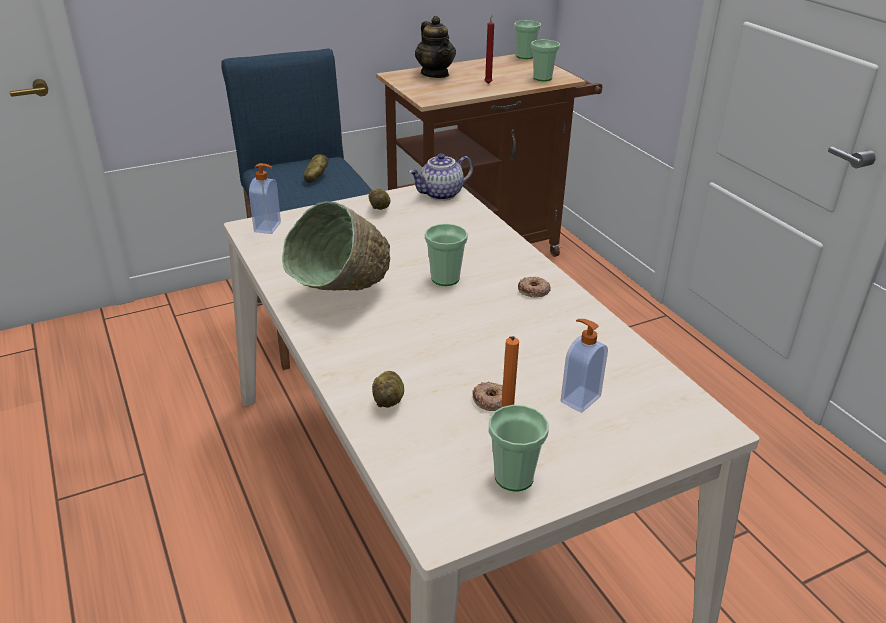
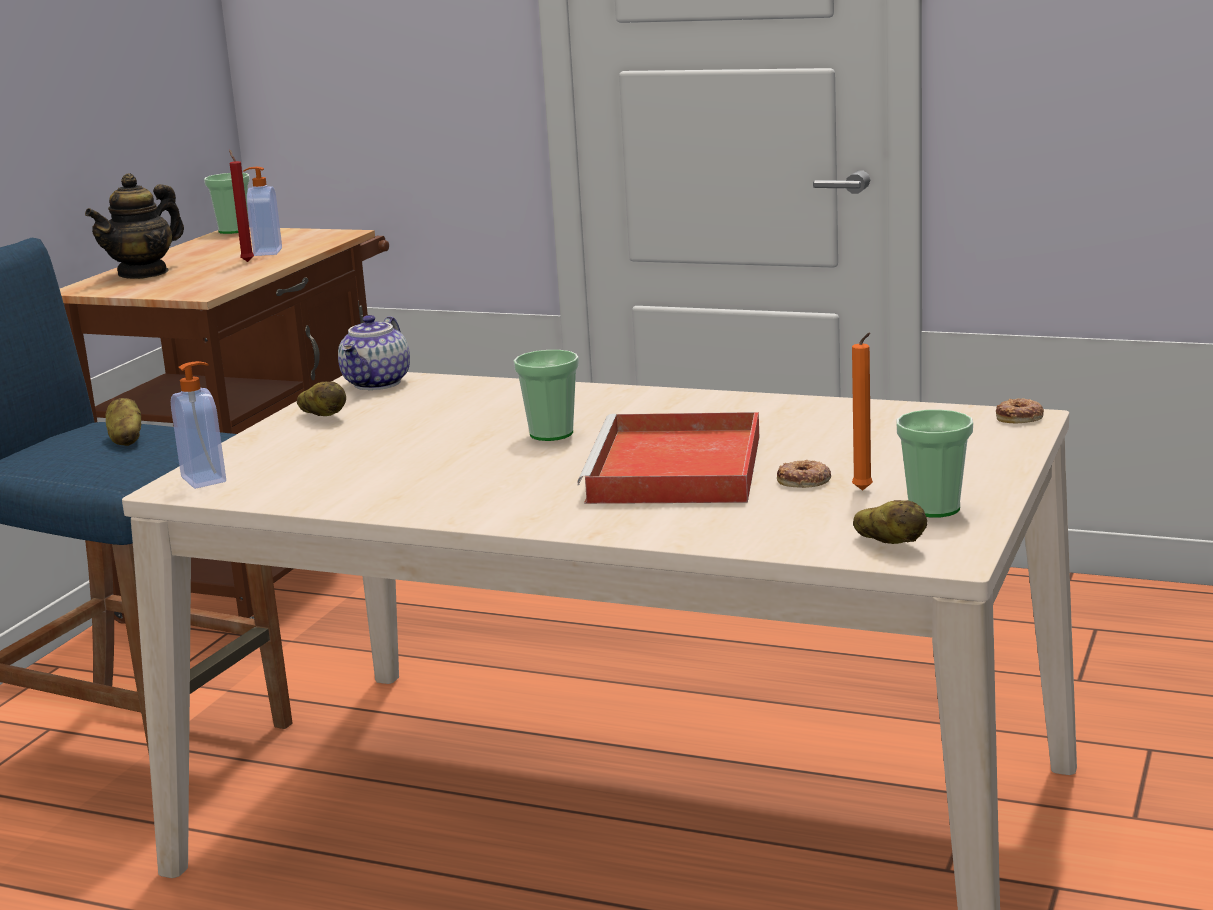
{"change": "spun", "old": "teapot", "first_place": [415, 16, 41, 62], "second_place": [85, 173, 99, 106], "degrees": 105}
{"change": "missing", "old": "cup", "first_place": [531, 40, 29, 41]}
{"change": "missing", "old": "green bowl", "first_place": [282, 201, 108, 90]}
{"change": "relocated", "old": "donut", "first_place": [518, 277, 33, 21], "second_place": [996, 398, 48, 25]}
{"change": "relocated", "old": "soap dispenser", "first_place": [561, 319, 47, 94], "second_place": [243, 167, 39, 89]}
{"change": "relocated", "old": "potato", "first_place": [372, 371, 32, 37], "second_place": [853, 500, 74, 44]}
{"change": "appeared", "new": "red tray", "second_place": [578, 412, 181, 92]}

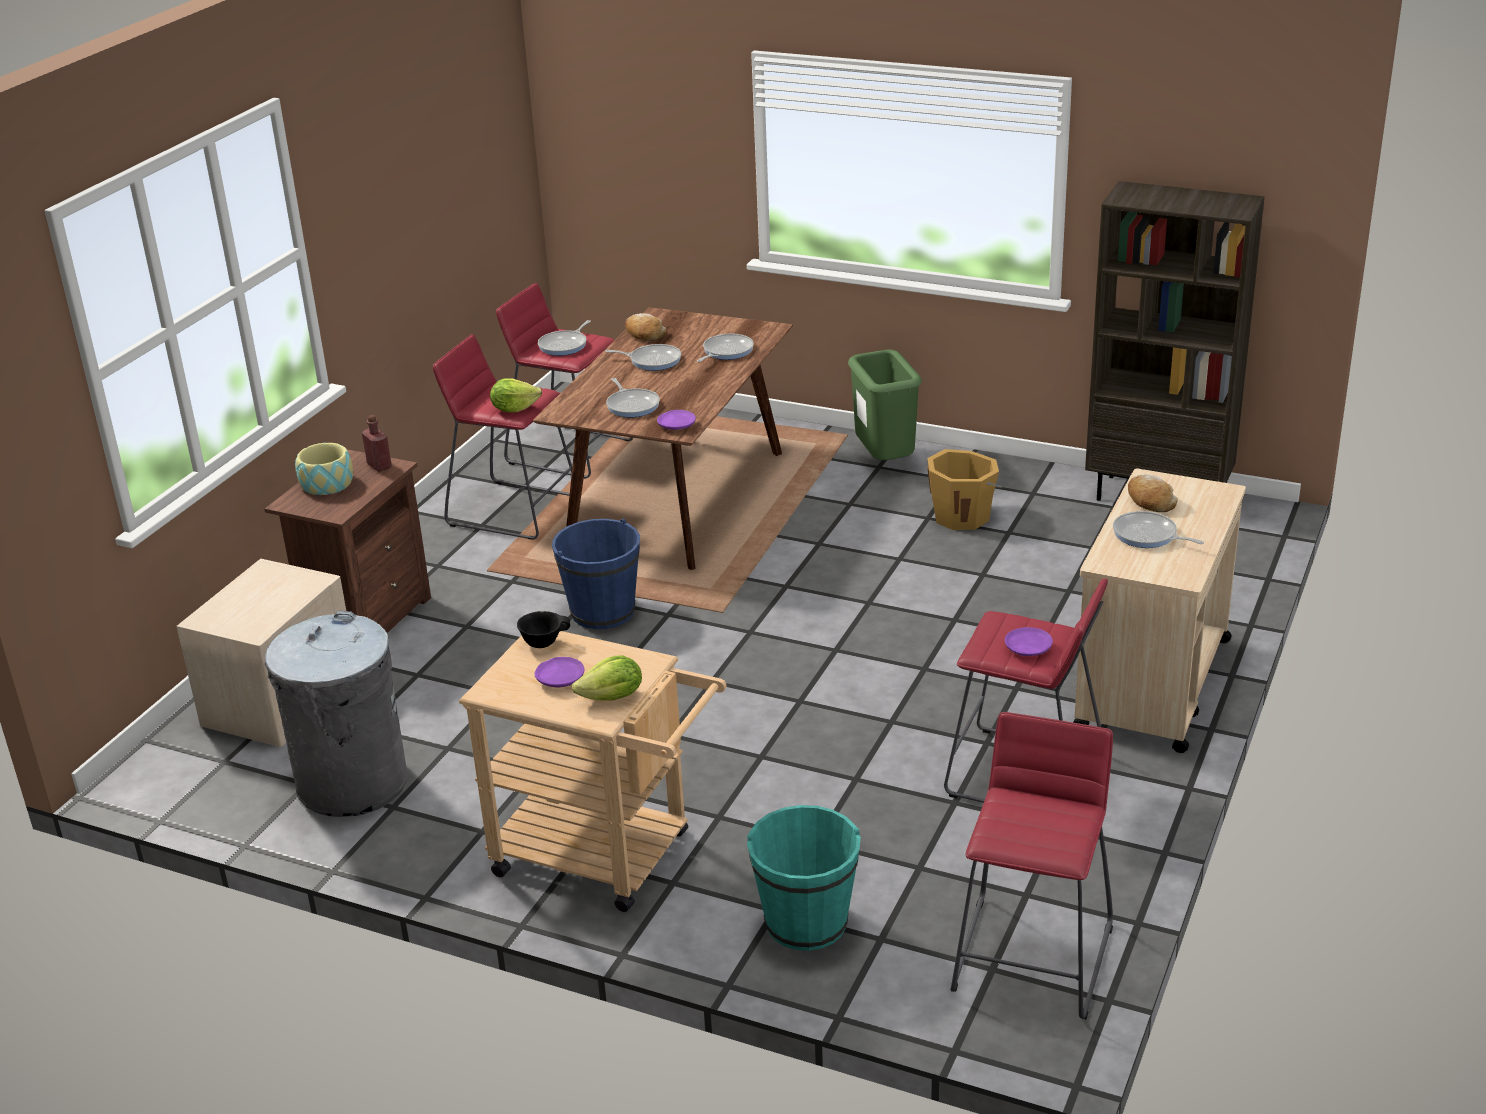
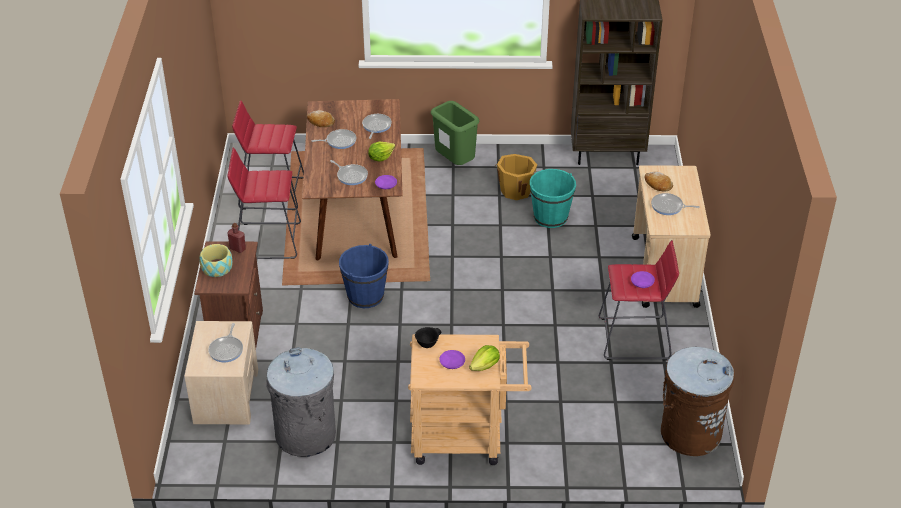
{"change": "relocated", "old": "frying pan", "first_place": [538, 320, 53, 36], "second_place": [208, 323, 35, 39]}
{"change": "relocated", "old": "lettuce", "first_place": [490, 378, 52, 34], "second_place": [368, 142, 27, 20]}
{"change": "exchanged", "old": "red stool", "new": "brown trash can", "first_place": [951, 712, 162, 308], "second_place": [661, 347, 74, 109]}
{"change": "relocated", "old": "turquoise bucket", "first_place": [747, 805, 114, 146], "second_place": [530, 169, 46, 59]}

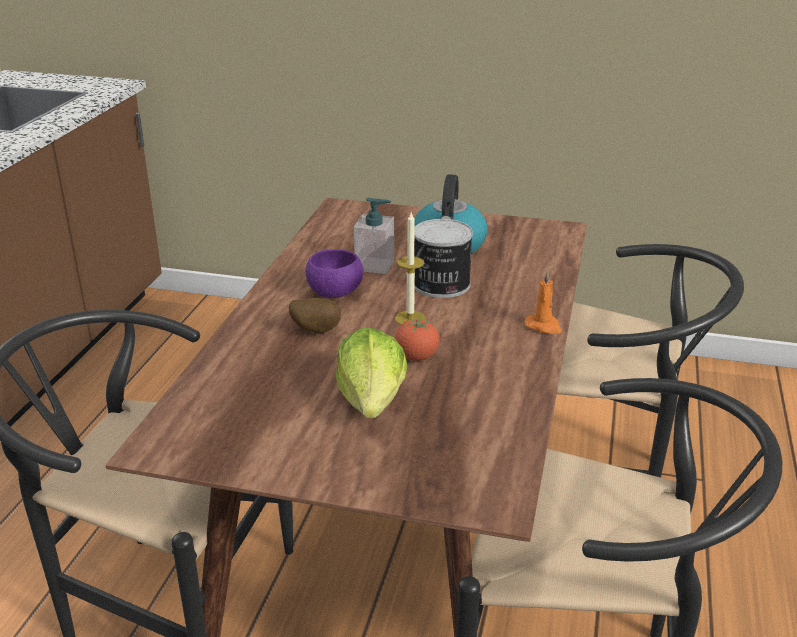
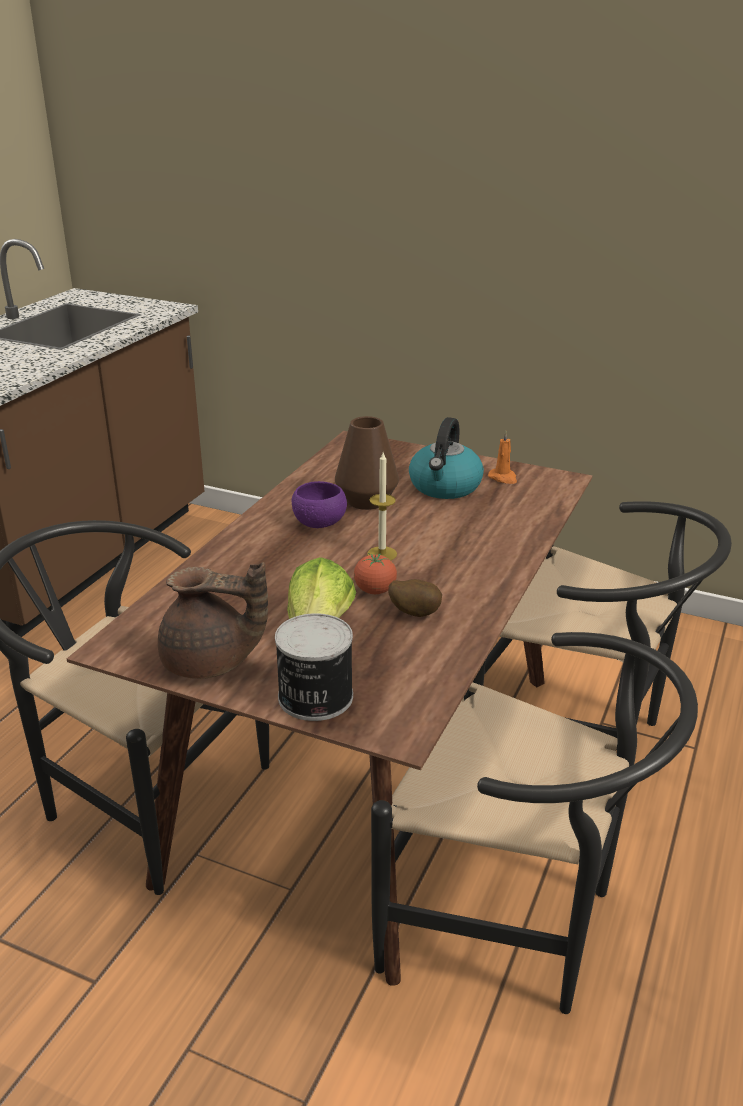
{"change": "exchanged", "old": "soap dispenser", "new": "brown vase", "first_place": [354, 198, 40, 76], "second_place": [335, 416, 64, 94]}
{"change": "relocated", "old": "can", "first_place": [414, 219, 59, 79], "second_place": [275, 613, 78, 108]}
{"change": "relocated", "old": "orange candle", "first_place": [525, 270, 37, 64], "second_place": [488, 430, 29, 54]}
{"change": "relocated", "old": "potato", "first_place": [289, 298, 52, 35], "second_place": [389, 579, 53, 38]}
{"change": "appeared", "new": "brown teapot", "second_place": [158, 562, 110, 117]}

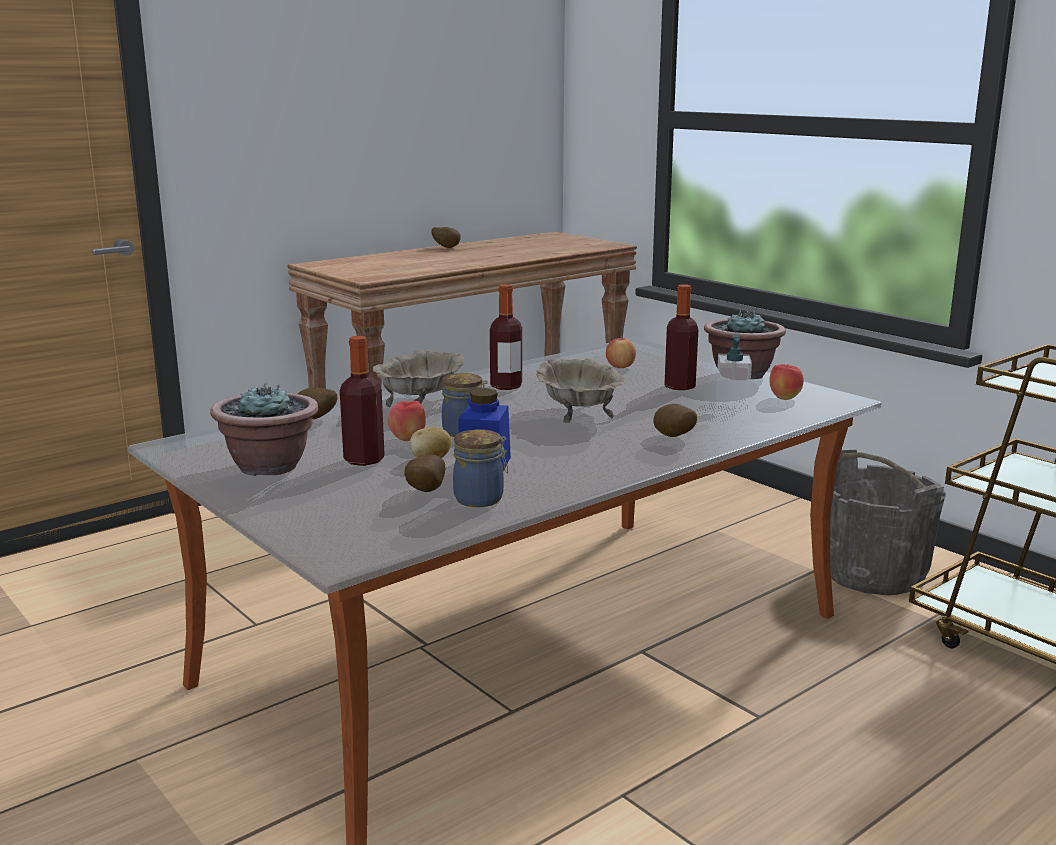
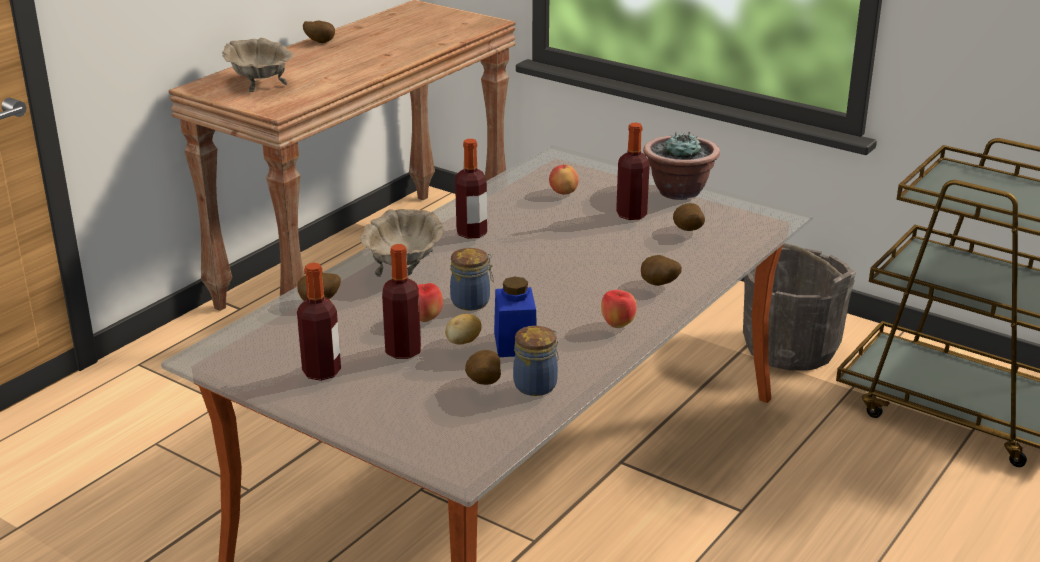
{"change": "exchanged", "old": "soap dispenser", "new": "potato", "first_place": [716, 334, 36, 73], "second_place": [673, 203, 32, 28]}
{"change": "relocated", "old": "beige bowl", "first_place": [536, 358, 90, 65], "second_place": [222, 38, 72, 54]}
{"change": "relocated", "old": "apple", "first_place": [769, 364, 35, 36], "second_place": [601, 290, 36, 38]}
{"change": "exchanged", "old": "potted plant", "new": "bottle", "first_place": [210, 383, 108, 93], "second_place": [297, 263, 44, 118]}

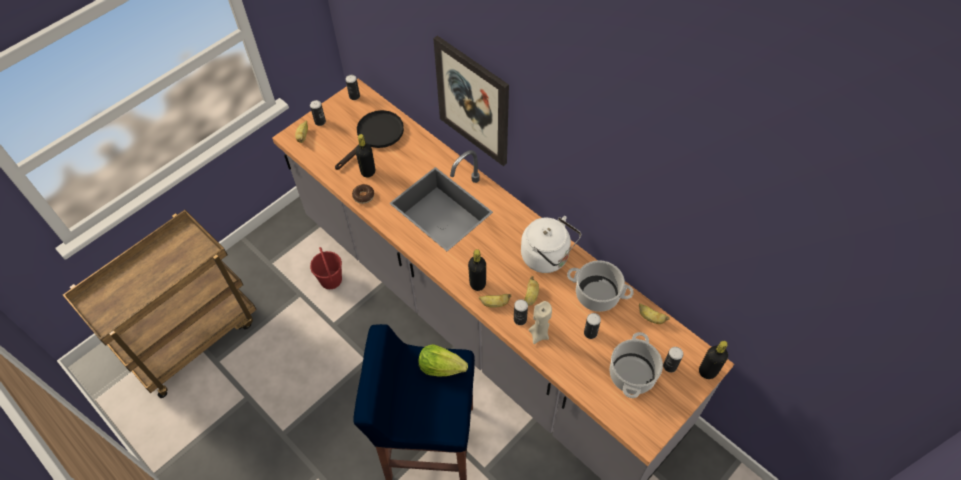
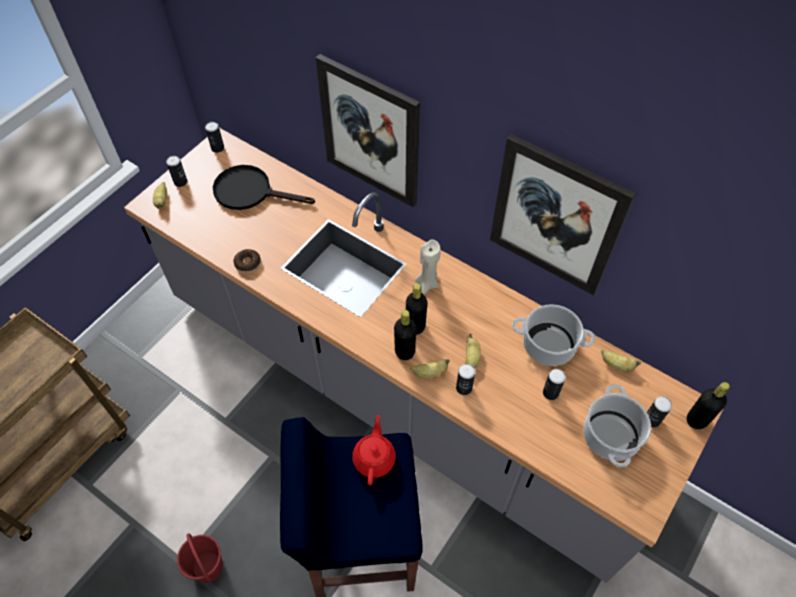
{"change": "spun", "old": "black frying pan", "first_place": [335, 110, 69, 60], "second_place": [213, 165, 102, 45], "degrees": -105}
{"change": "relocated", "old": "black bottle", "first_place": [355, 134, 20, 44], "second_place": [406, 283, 21, 52]}
{"change": "missing", "old": "white kettle", "first_place": [521, 216, 60, 57]}
{"change": "relocated", "old": "red bucket", "first_place": [310, 247, 32, 42], "second_place": [177, 533, 46, 50]}
{"change": "relocated", "old": "beige candle", "first_place": [529, 301, 23, 43], "second_place": [415, 239, 26, 55]}
{"change": "exchanged", "old": "lettuce", "new": "red teapot", "first_place": [418, 344, 50, 32], "second_place": [352, 415, 44, 70]}
{"change": "appeared", "new": "picture", "second_place": [490, 134, 146, 161]}

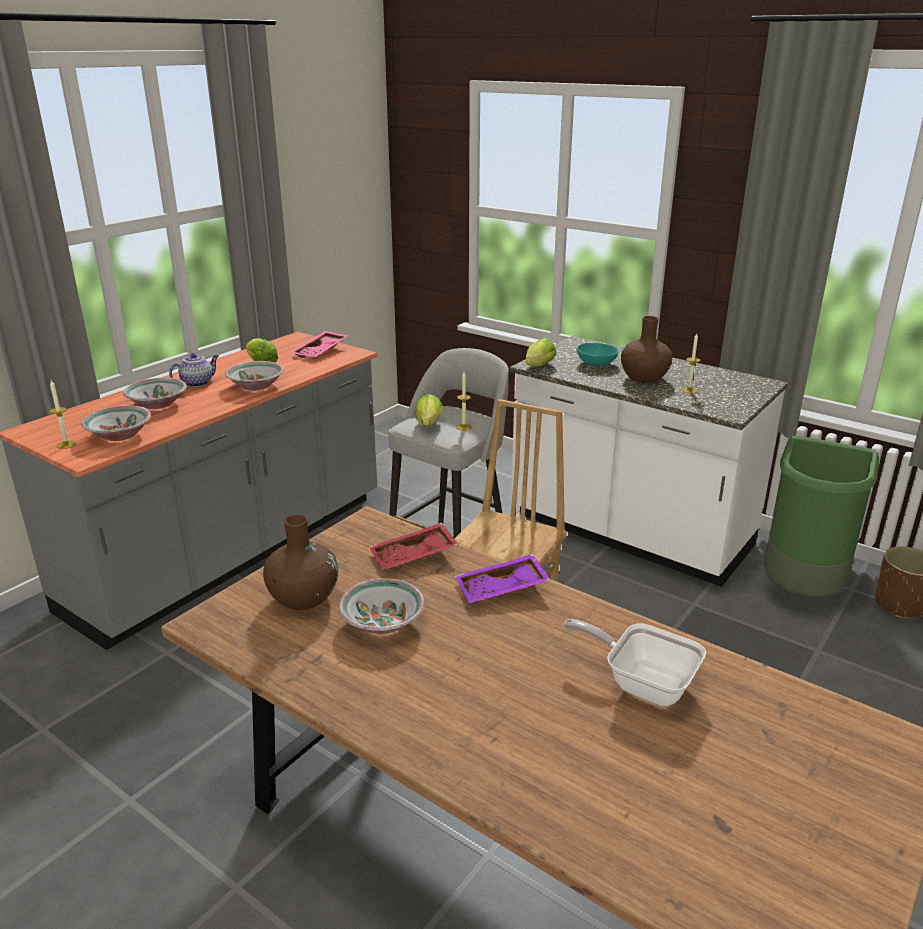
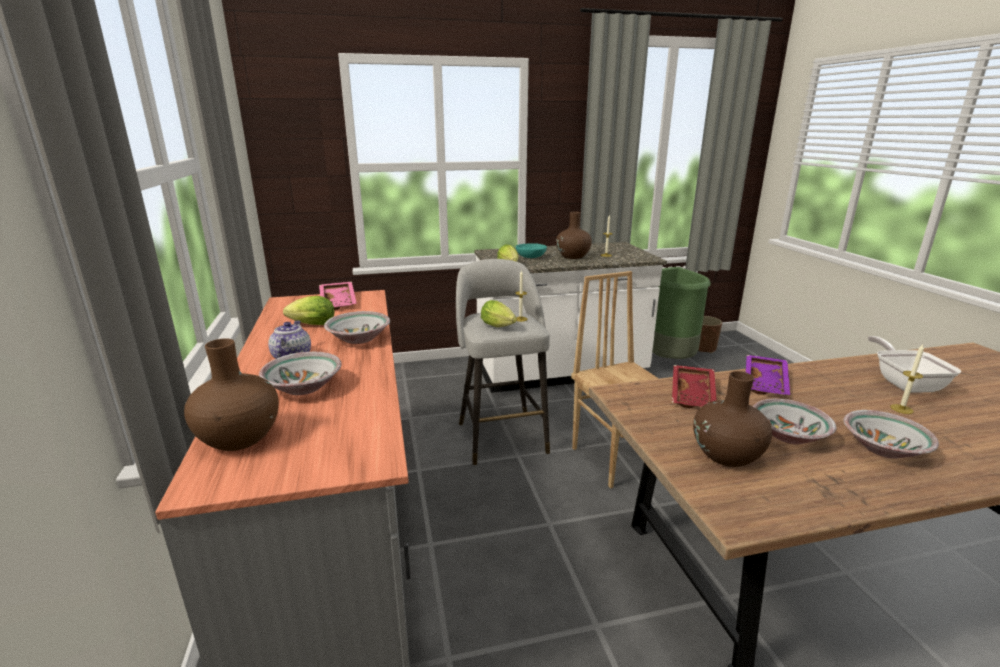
{"change": "relocated", "old": "candle", "first_place": [50, 380, 26, 69], "second_place": [891, 344, 33, 70]}
{"change": "relocated", "old": "bowl", "first_place": [81, 405, 70, 36], "second_place": [843, 410, 96, 49]}
{"change": "spun", "old": "frying pan", "first_place": [563, 619, 143, 87], "second_place": [868, 336, 93, 57], "degrees": 105}
{"change": "appeared", "new": "brown vase", "second_place": [184, 338, 95, 113]}

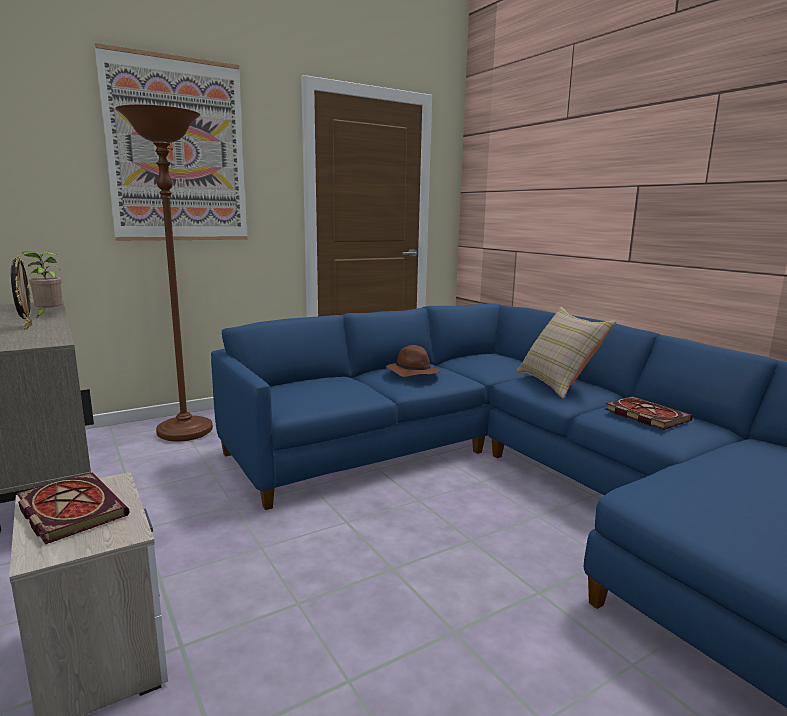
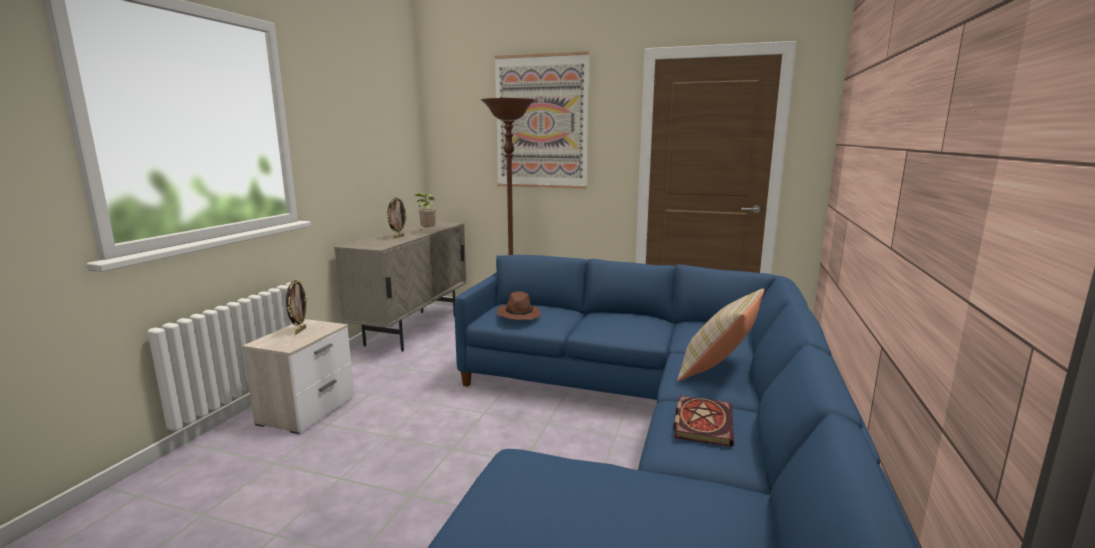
{"change": "relocated", "old": "brown hat", "first_place": [386, 345, 55, 32], "second_place": [497, 291, 43, 29]}
{"change": "exchanged", "old": "book", "new": "picture frame", "first_place": [17, 472, 112, 72], "second_place": [286, 279, 22, 55]}

